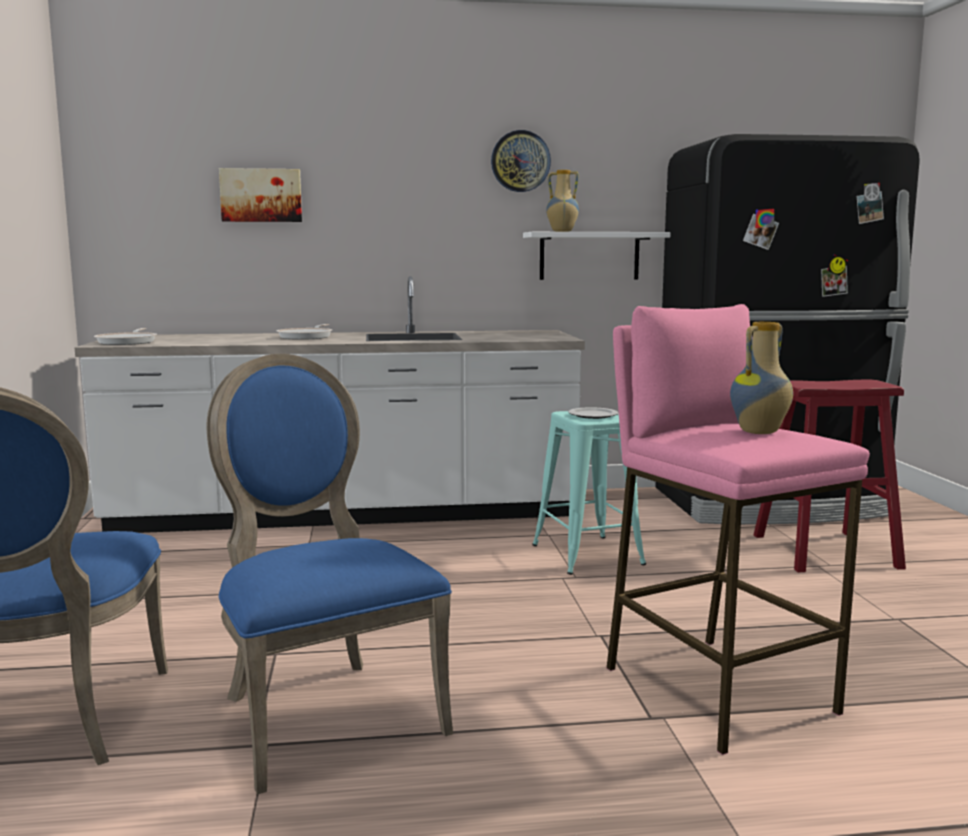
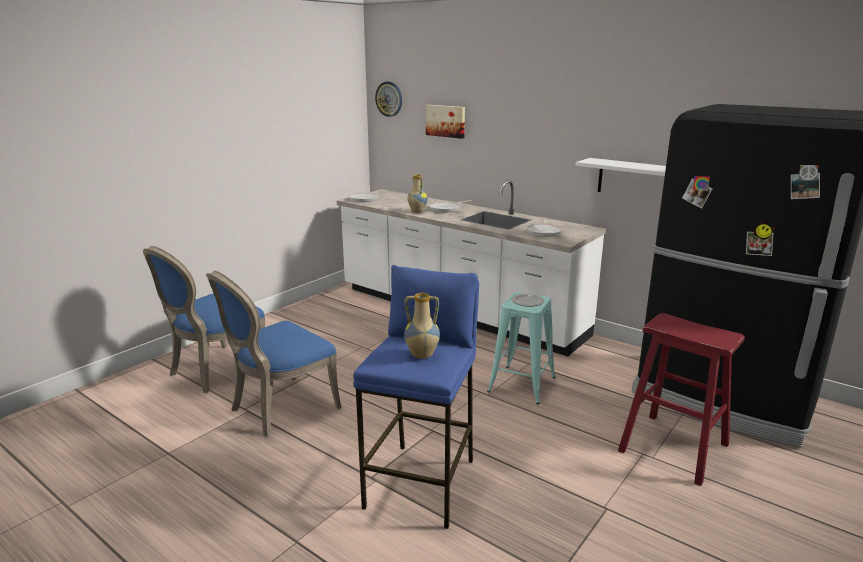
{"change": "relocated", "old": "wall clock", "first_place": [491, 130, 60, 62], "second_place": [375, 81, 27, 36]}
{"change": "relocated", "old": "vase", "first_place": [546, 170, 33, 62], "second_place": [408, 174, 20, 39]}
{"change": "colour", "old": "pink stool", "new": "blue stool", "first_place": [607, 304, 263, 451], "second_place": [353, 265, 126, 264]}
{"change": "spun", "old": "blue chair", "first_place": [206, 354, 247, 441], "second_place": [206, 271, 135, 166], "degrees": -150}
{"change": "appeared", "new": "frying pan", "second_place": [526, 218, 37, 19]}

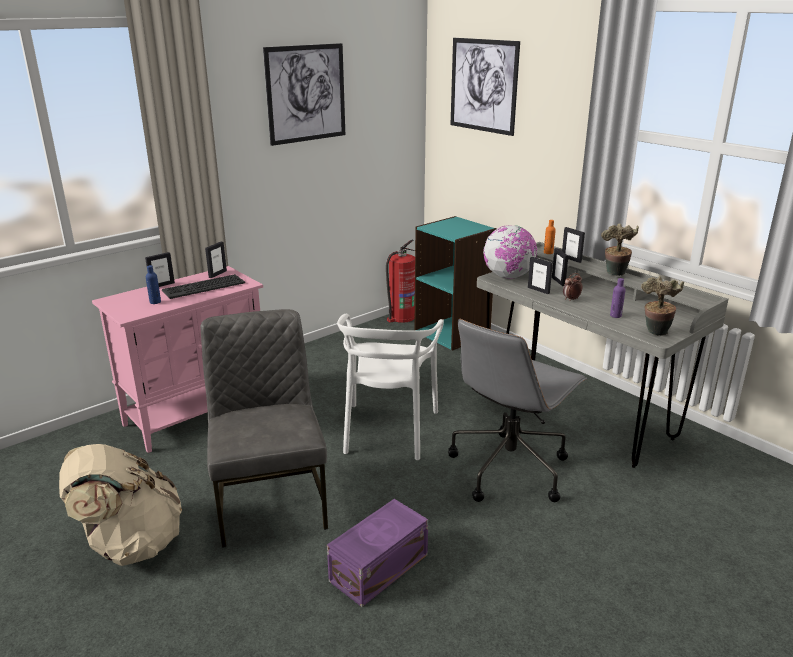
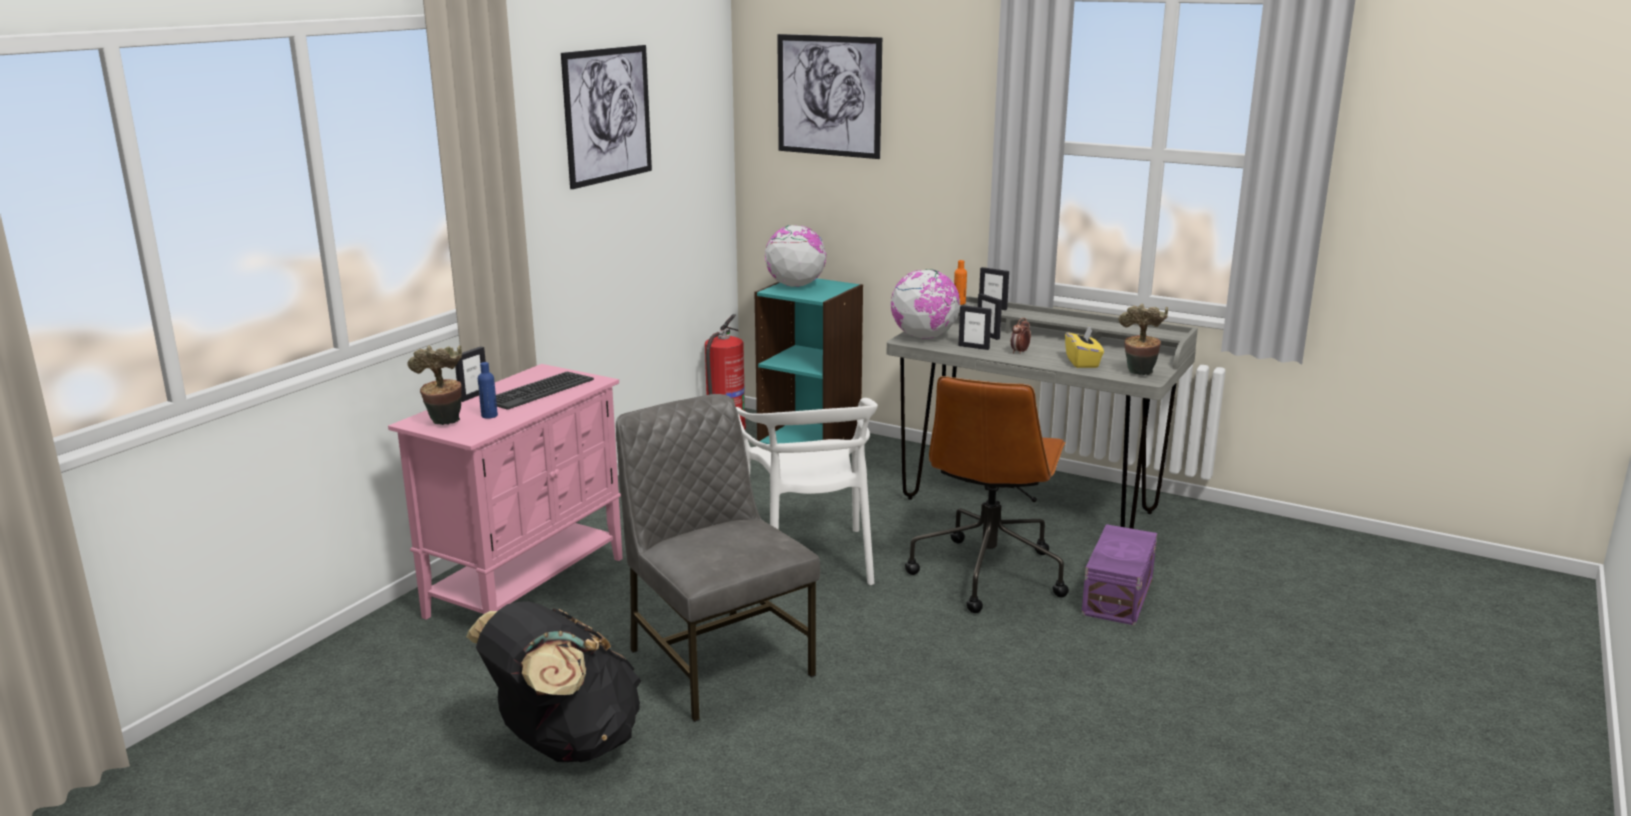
{"change": "relocated", "old": "potted plant", "first_place": [601, 223, 38, 53], "second_place": [407, 345, 55, 80]}
{"change": "missing", "old": "picture frame", "first_place": [205, 242, 22, 36]}
{"change": "exchanged", "old": "purple bottle", "new": "yellow tissue box", "first_place": [610, 278, 15, 40], "second_place": [1065, 326, 39, 42]}
{"change": "colour", "old": "grey office chair", "new": "brown office chair", "first_place": [448, 319, 139, 183], "second_place": [905, 376, 164, 237]}
{"change": "colour", "old": "beige backpack", "new": "black backpack", "first_place": [59, 444, 123, 122], "second_place": [466, 601, 175, 161]}
{"change": "relocated", "old": "purple storage box", "first_place": [327, 499, 101, 108], "second_place": [1081, 524, 76, 101]}
{"change": "appeared", "new": "globe", "second_place": [765, 225, 61, 62]}

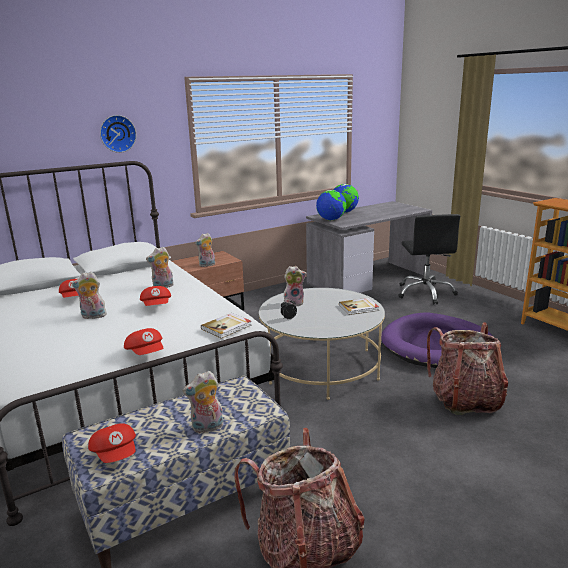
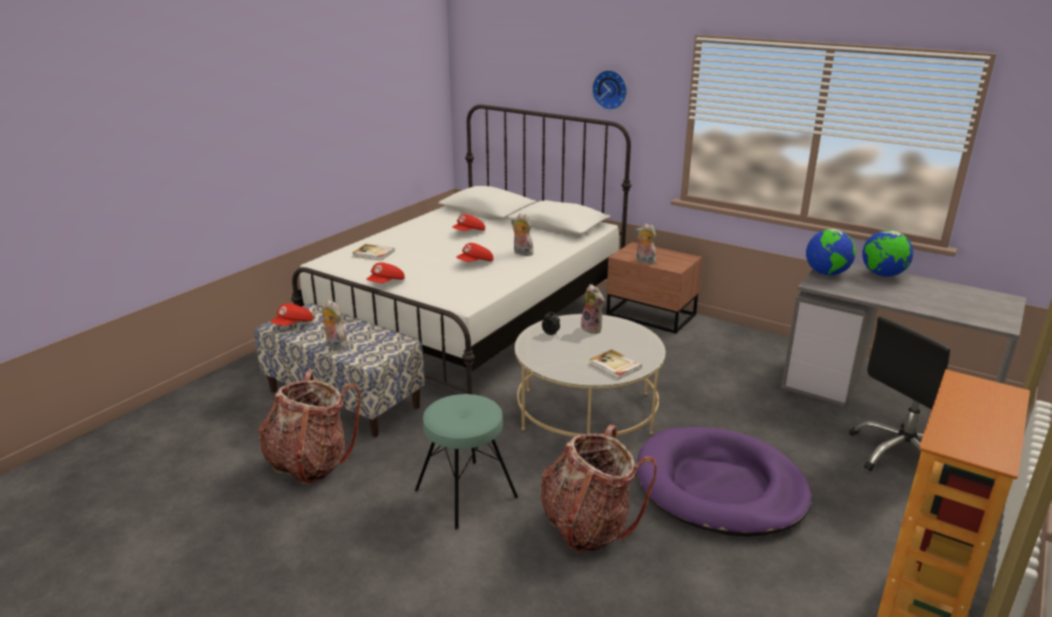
{"change": "missing", "old": "plush toy", "first_place": [71, 272, 36, 47]}
{"change": "relocated", "old": "book", "first_place": [201, 313, 50, 26], "second_place": [352, 244, 43, 17]}
{"change": "appeared", "new": "turquoise stool", "second_place": [415, 394, 103, 136]}

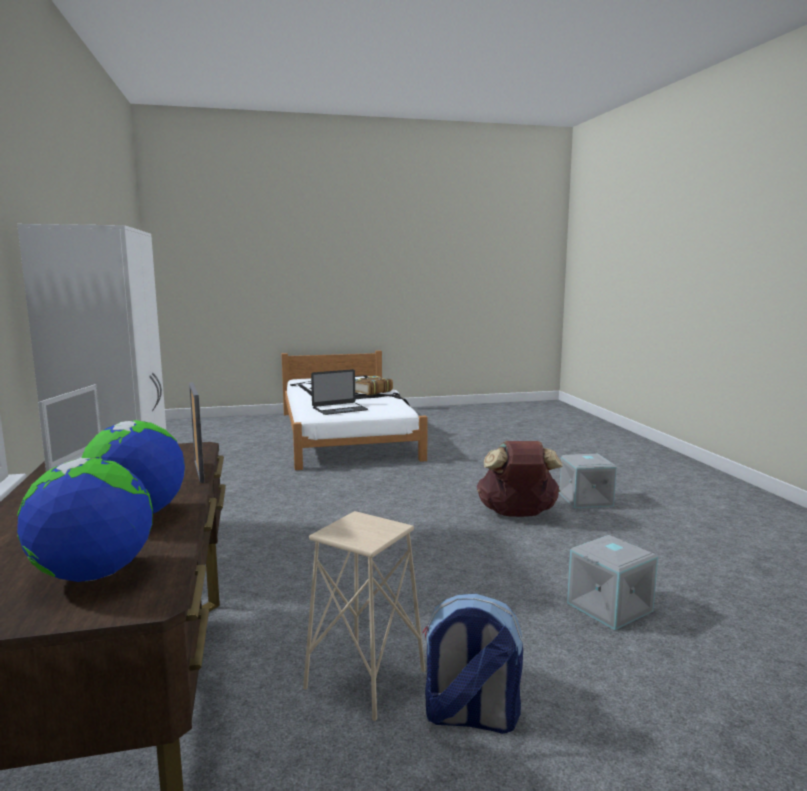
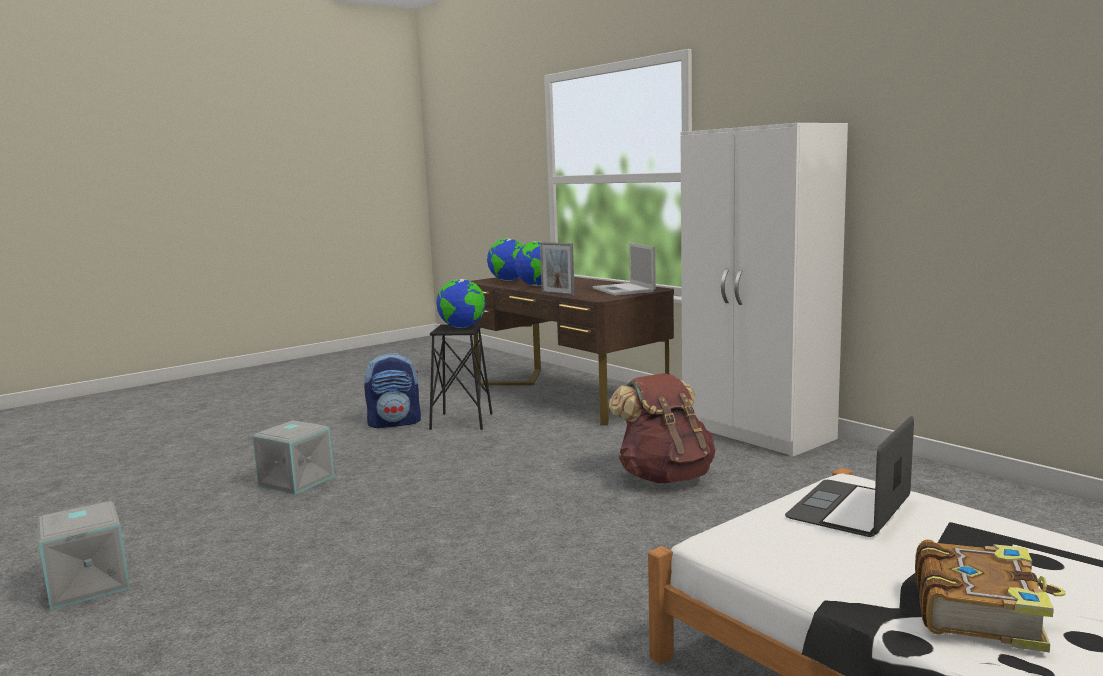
{"change": "relocated", "old": "brown backpack", "first_place": [477, 441, 86, 76], "second_place": [609, 373, 106, 110]}
{"change": "relocated", "old": "grey storage box", "first_place": [559, 454, 58, 54], "second_place": [37, 501, 93, 109]}
{"change": "colour", "old": "beige stool", "new": "black stool", "first_place": [303, 511, 123, 210], "second_place": [429, 324, 64, 106]}
{"change": "appeared", "new": "globe", "second_place": [436, 279, 49, 49]}

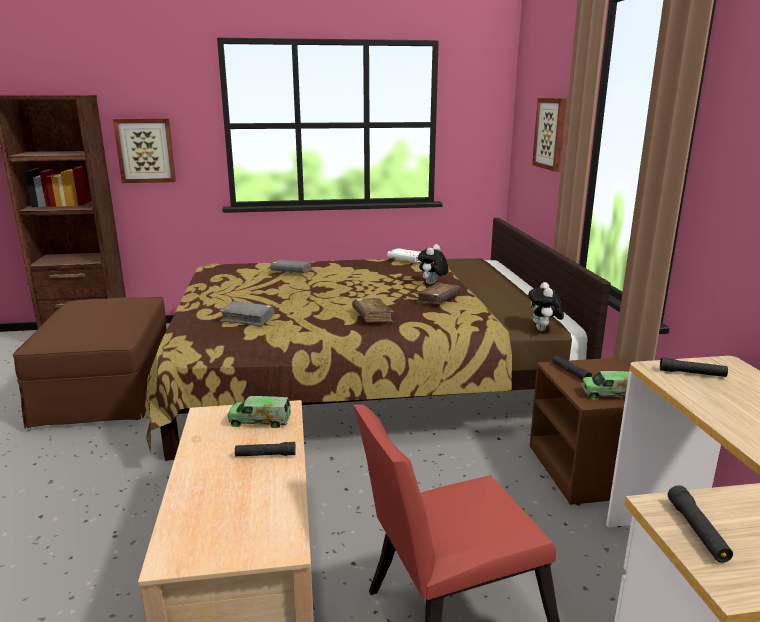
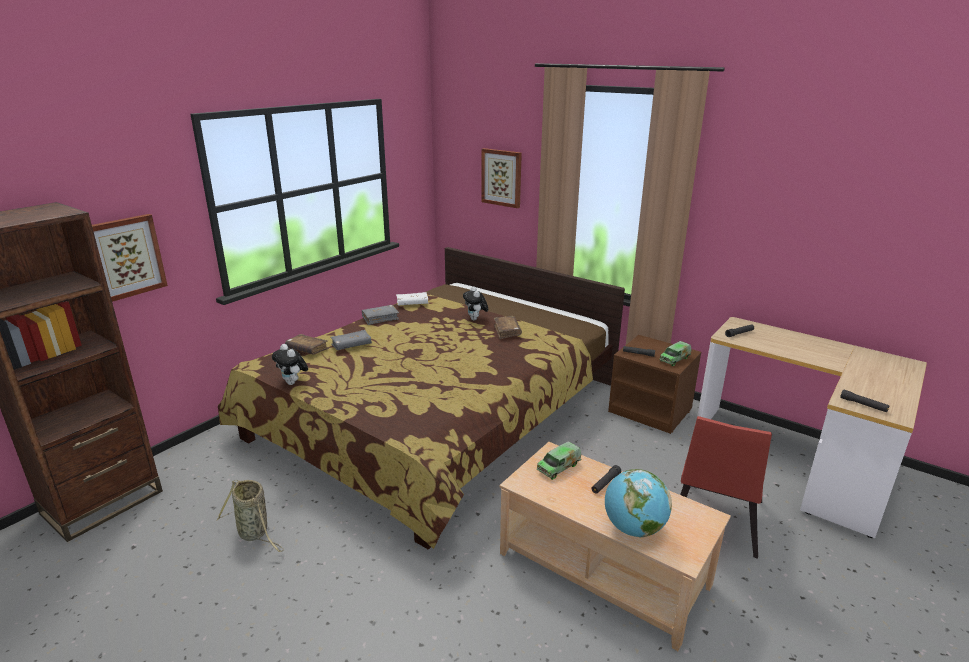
{"change": "relocated", "old": "plush toy", "first_place": [528, 282, 36, 49], "second_place": [272, 344, 36, 41]}
{"change": "exchanged", "old": "brown ottoman", "new": "basket", "first_place": [13, 297, 154, 132], "second_place": [216, 480, 68, 72]}
{"change": "relocated", "old": "brown book", "first_place": [352, 298, 42, 24], "second_place": [285, 334, 44, 21]}
{"change": "relocated", "old": "grey book", "first_place": [219, 301, 55, 26], "second_place": [362, 305, 37, 20]}
{"change": "appeared", "new": "globe", "second_place": [605, 469, 67, 68]}

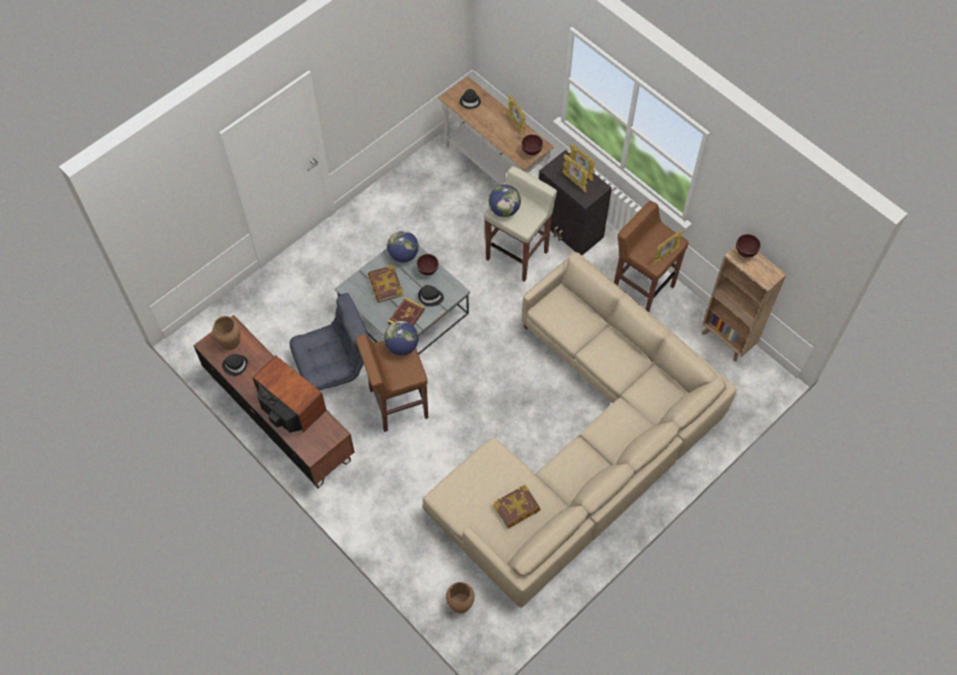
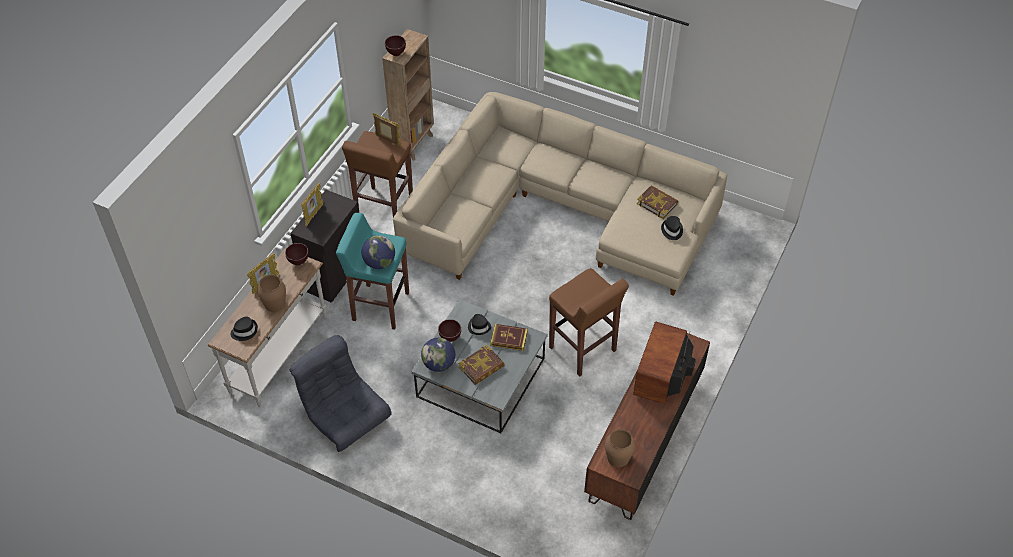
{"change": "missing", "old": "picture frame", "first_place": [562, 154, 27, 38]}
{"change": "colour", "old": "beige stool", "new": "turquoise stool", "first_place": [484, 166, 73, 116], "second_place": [336, 213, 73, 117]}
{"change": "relocated", "old": "grey armchair", "first_place": [290, 293, 78, 97], "second_place": [290, 335, 102, 117]}
{"change": "missing", "old": "globe", "first_place": [384, 321, 35, 34]}
{"change": "relocated", "old": "black hat", "first_place": [222, 354, 26, 22], "second_place": [661, 216, 22, 24]}
{"change": "relocated", "old": "brown vase", "first_place": [446, 582, 29, 32], "second_place": [257, 275, 29, 37]}

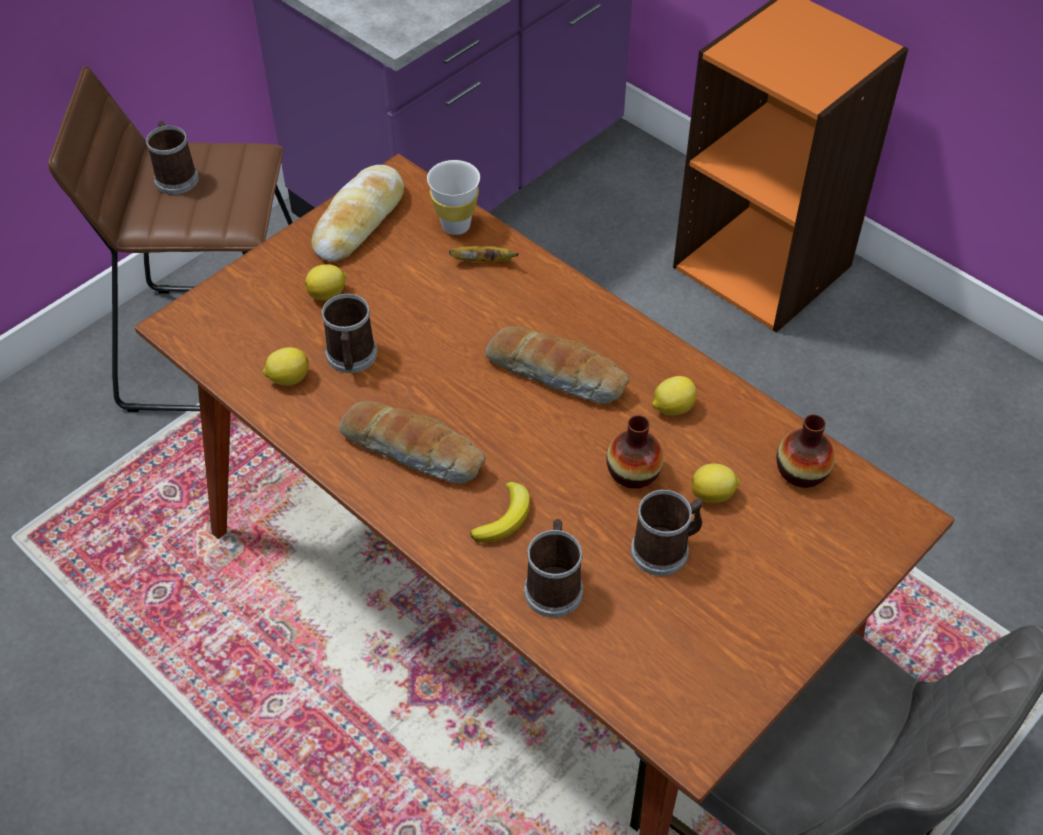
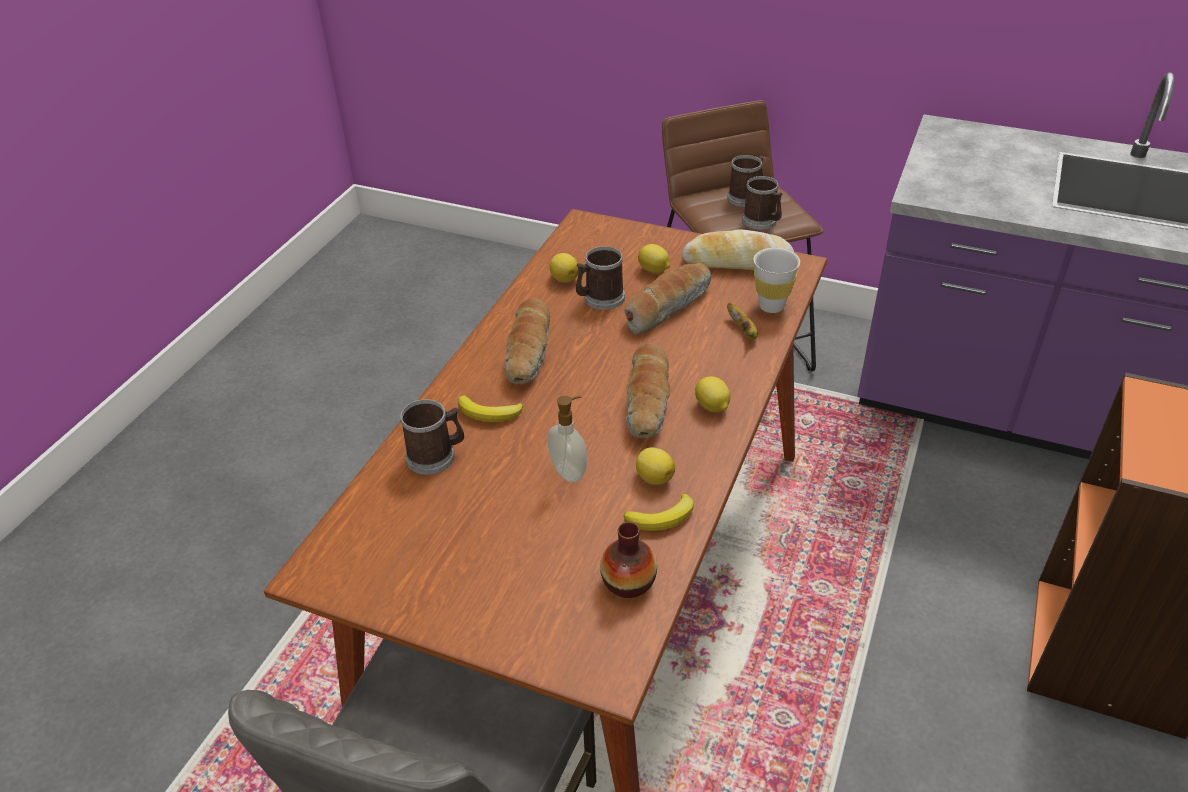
{"change": "exchanged", "old": "vase", "new": "soap dispenser", "first_place": [606, 415, 58, 74], "second_place": [547, 396, 40, 87]}
{"change": "relocated", "old": "lemon", "first_place": [691, 463, 49, 40], "second_place": [695, 376, 36, 36]}
{"change": "relocated", "old": "mug", "first_place": [631, 490, 72, 86], "second_place": [742, 176, 40, 54]}
{"change": "appeared", "new": "bread", "second_place": [624, 263, 87, 72]}
{"change": "appeared", "new": "banana", "second_place": [624, 493, 70, 38]}

